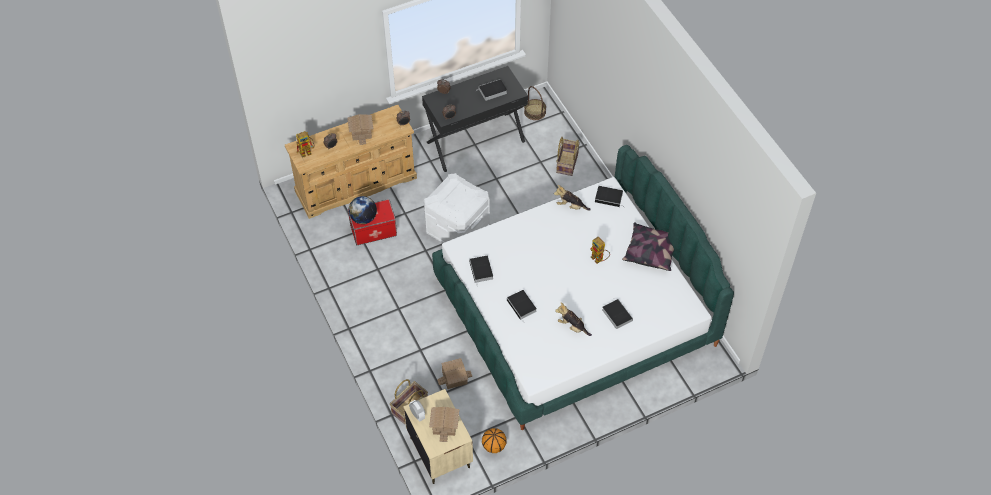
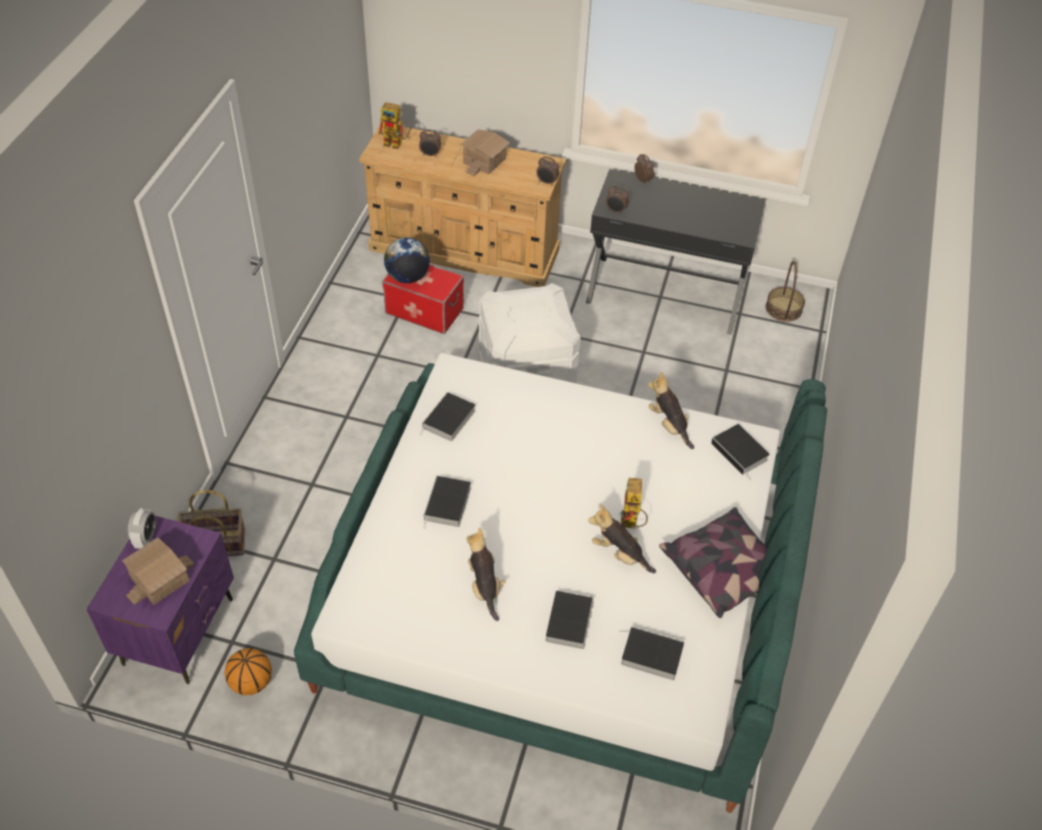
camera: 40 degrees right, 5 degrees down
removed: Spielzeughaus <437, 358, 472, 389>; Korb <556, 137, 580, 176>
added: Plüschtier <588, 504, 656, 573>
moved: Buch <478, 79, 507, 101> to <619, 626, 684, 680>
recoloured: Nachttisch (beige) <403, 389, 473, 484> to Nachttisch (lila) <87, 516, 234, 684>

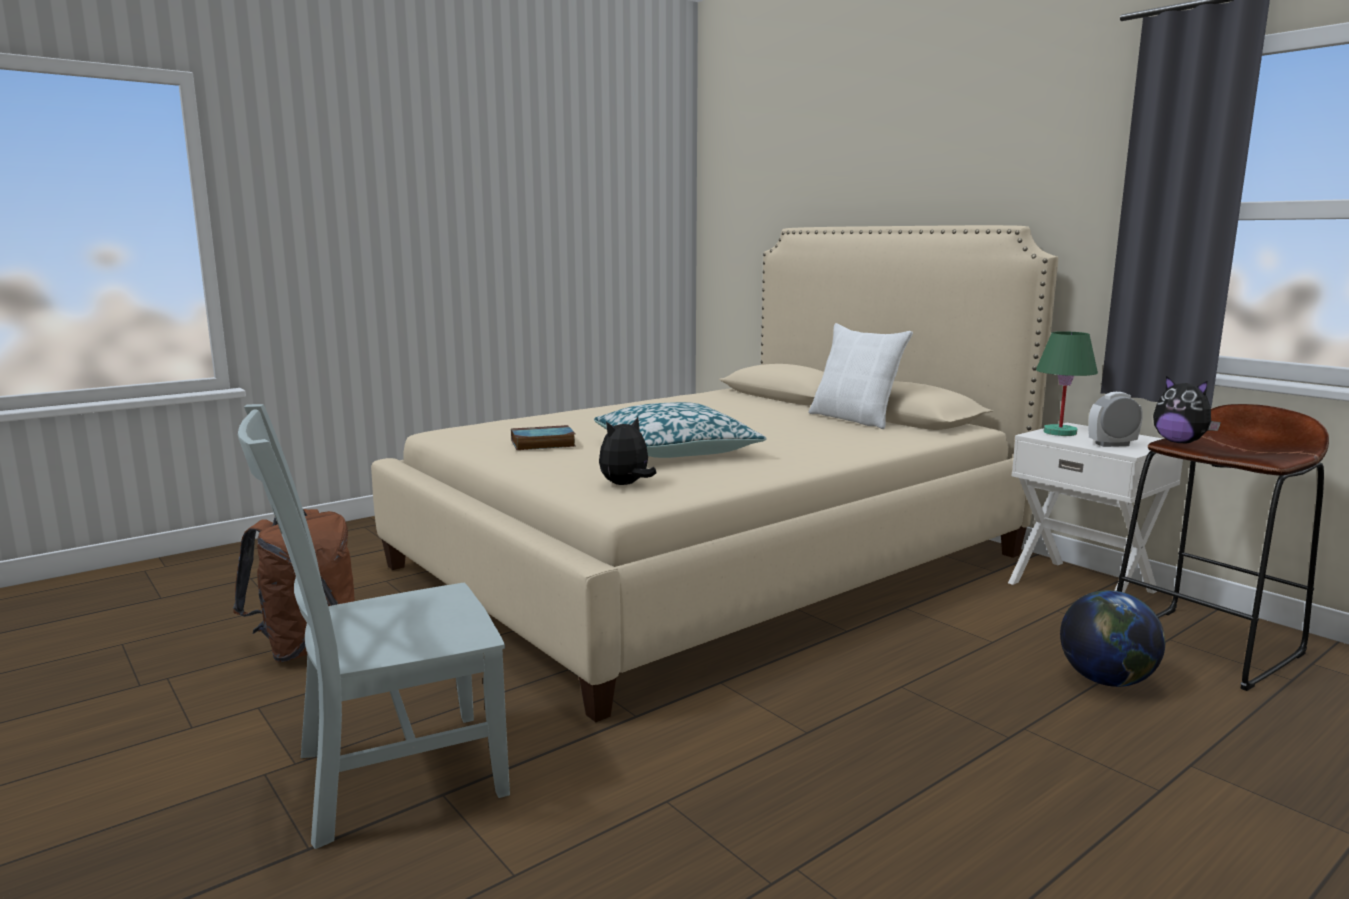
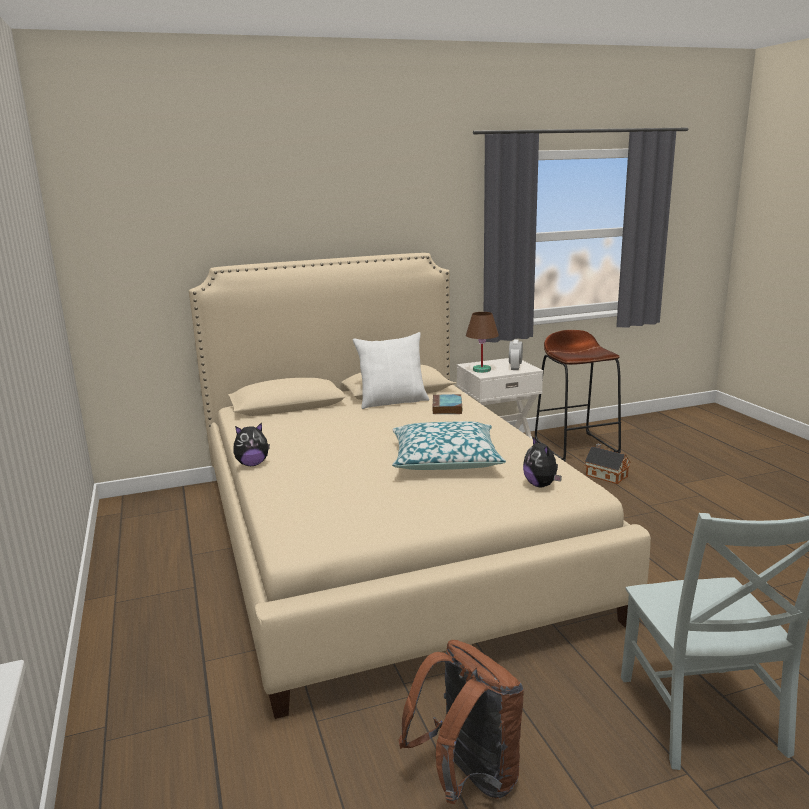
camera: 70 degrees left, 5 degrees up
moved: Buch <511, 425, 576, 450> to <432, 394, 463, 414>; Plüschtier <1153, 376, 1221, 443> to <233, 423, 270, 466>
replaced: Globus <1060, 590, 1165, 687> to Spielzeughaus <584, 444, 631, 484>
recoloured: Tischlampe (grün) <1036, 331, 1098, 436> to Tischlampe (braun) <466, 312, 499, 373>

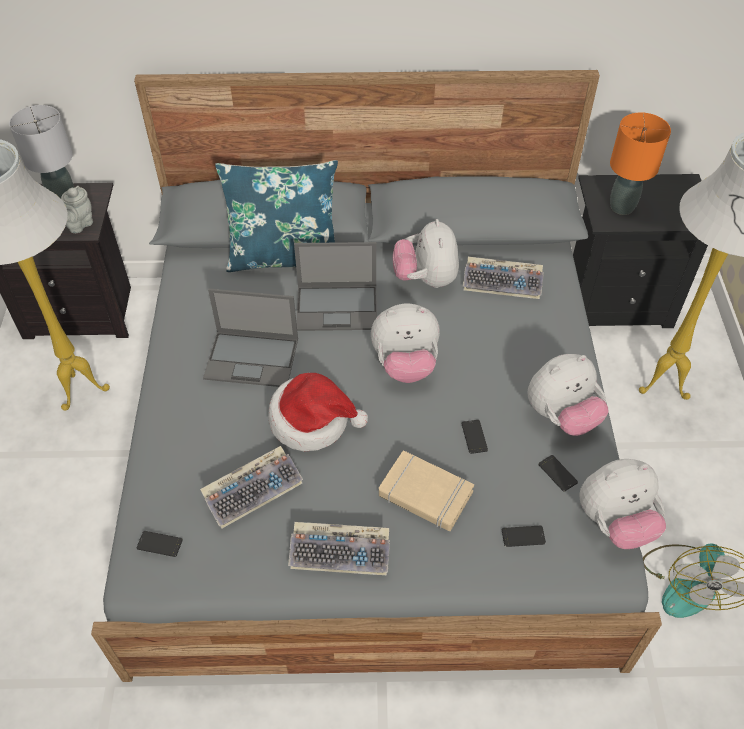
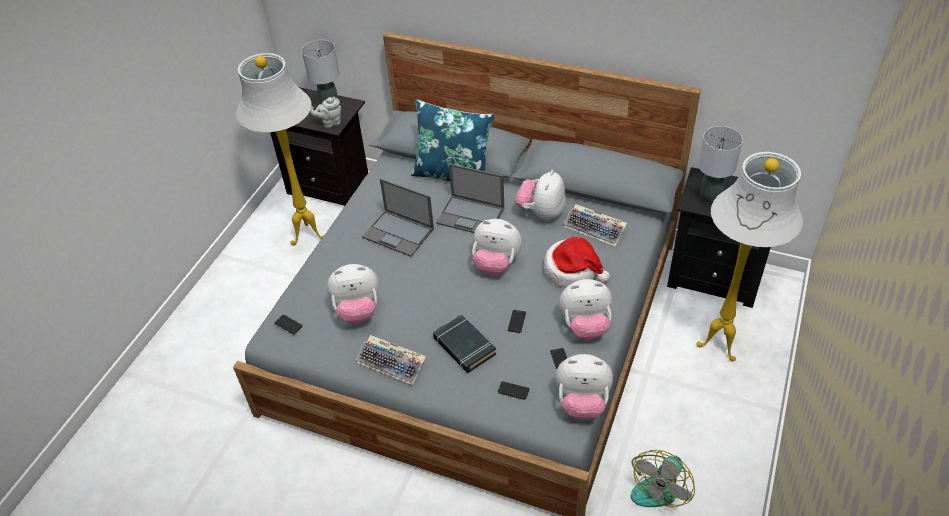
camera: 25 degrees right, 5 degrees down
moved: Hut <268, 373, 368, 451> to <544, 237, 610, 287>
replaced: Tastatur <200, 446, 303, 528> to Plüschtier <327, 264, 379, 323>
recoloured: Buch (beige) <379, 450, 474, 531> to Buch (schwarz) <433, 314, 496, 373>; Tischlampe (orange) <610, 112, 671, 215> to Tischlampe (grau) <698, 126, 743, 203>

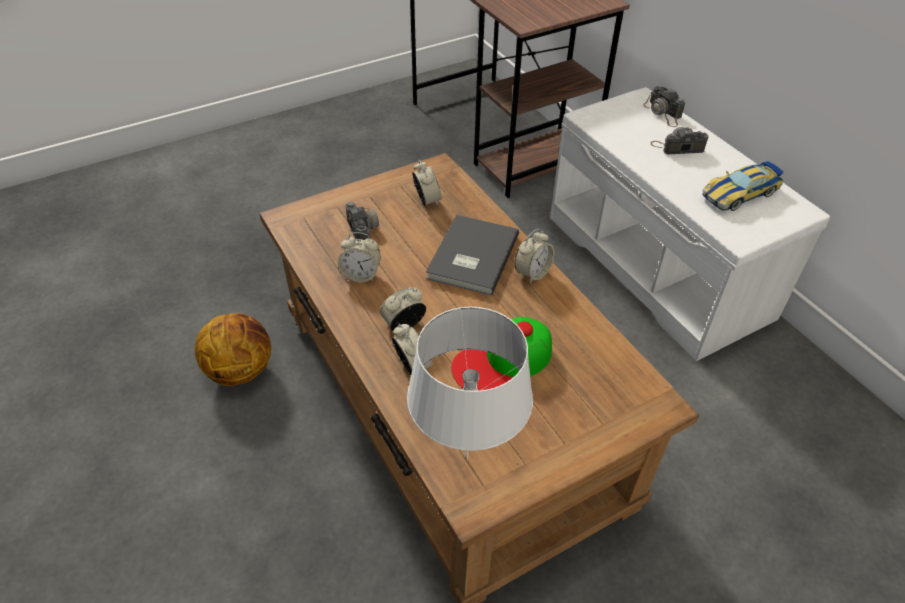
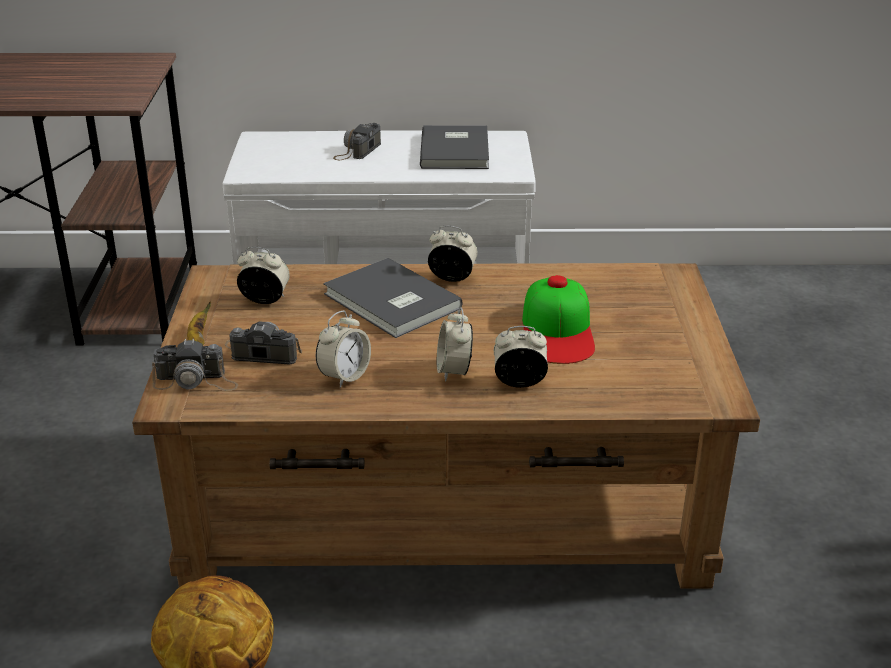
camera: 60 degrees left, 15 degrees down
removed: Tischlampe (weiß) <407, 307, 533, 459>
added: Banane <187, 302, 211, 345>
moved: Kamera <643, 86, 685, 127> to <152, 339, 238, 391>
replaced: Spielzeugauto <702, 161, 784, 211> to Buch (grau) <420, 125, 489, 169>
turned: Wecker <514, 229, 554, 283> = <428, 225, 478, 282> 60 degrees counterclockwise

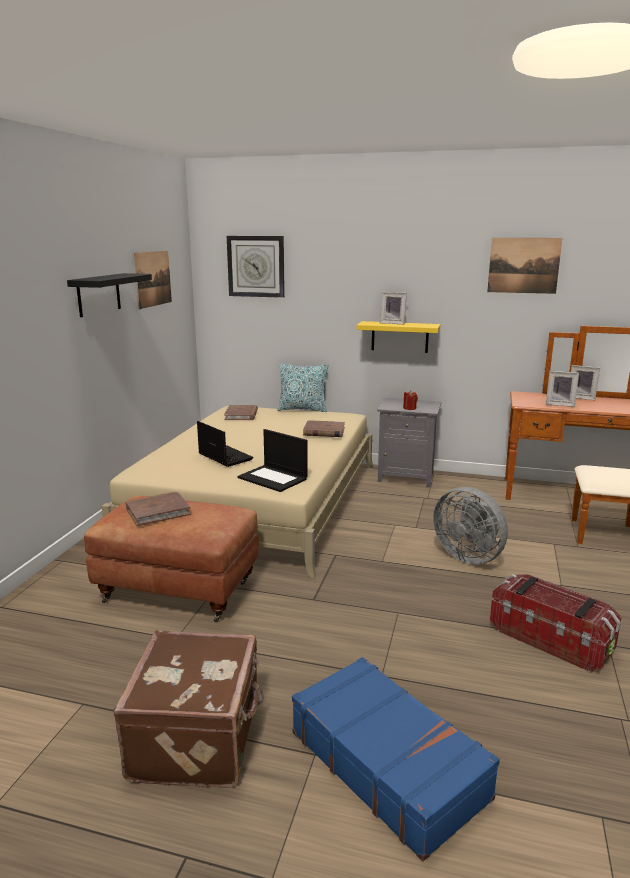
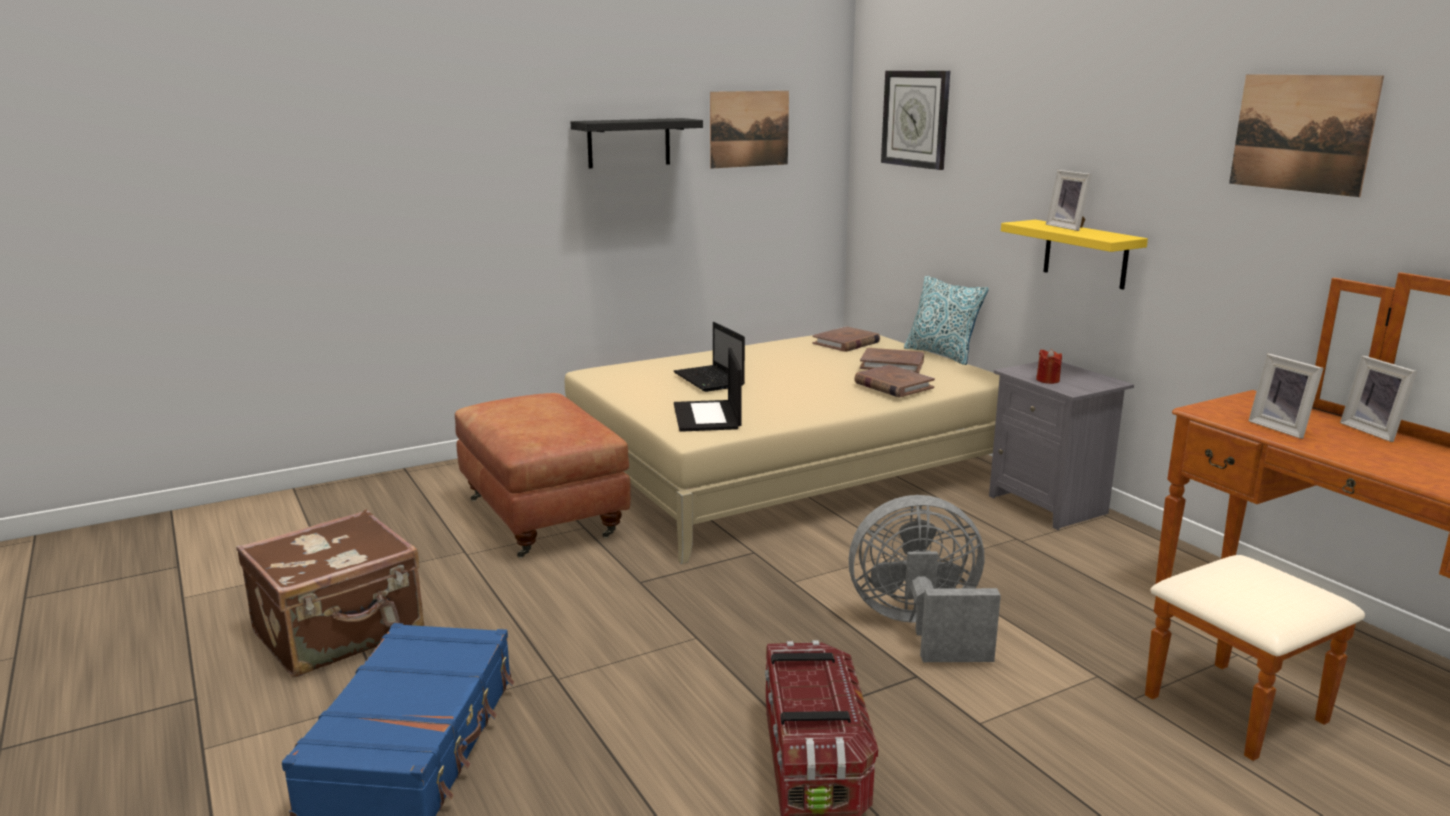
camera: 45 degrees right, 0 degrees up
moved: Buch (braun) <126, 492, 191, 526> to <860, 348, 924, 373>
turned: Laptop <197, 421, 253, 467> = <674, 322, 745, 392> 150 degrees clockwise; Ventilator (grau) <433, 487, 508, 565> = <849, 495, 1001, 662> 90 degrees clockwise

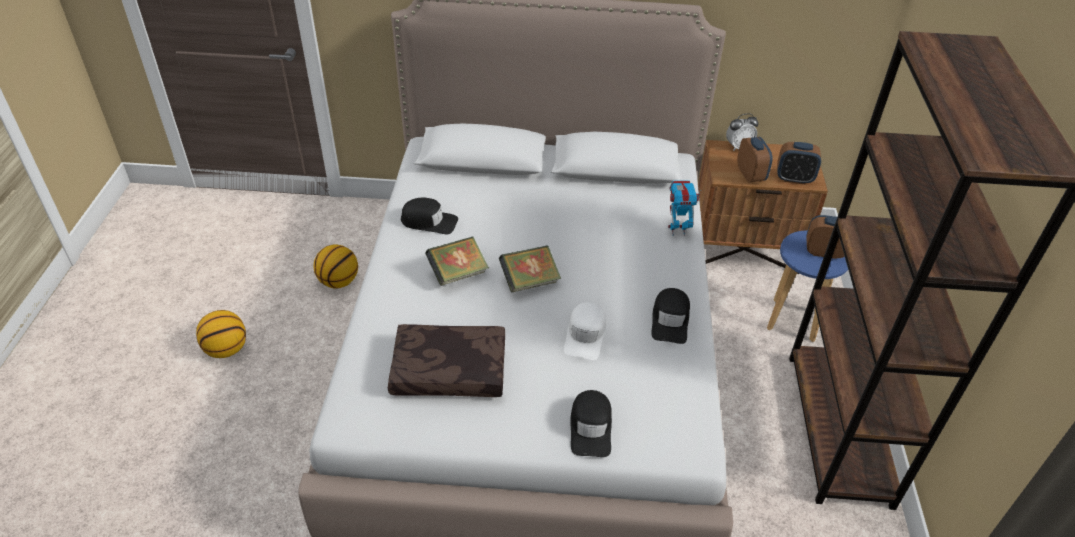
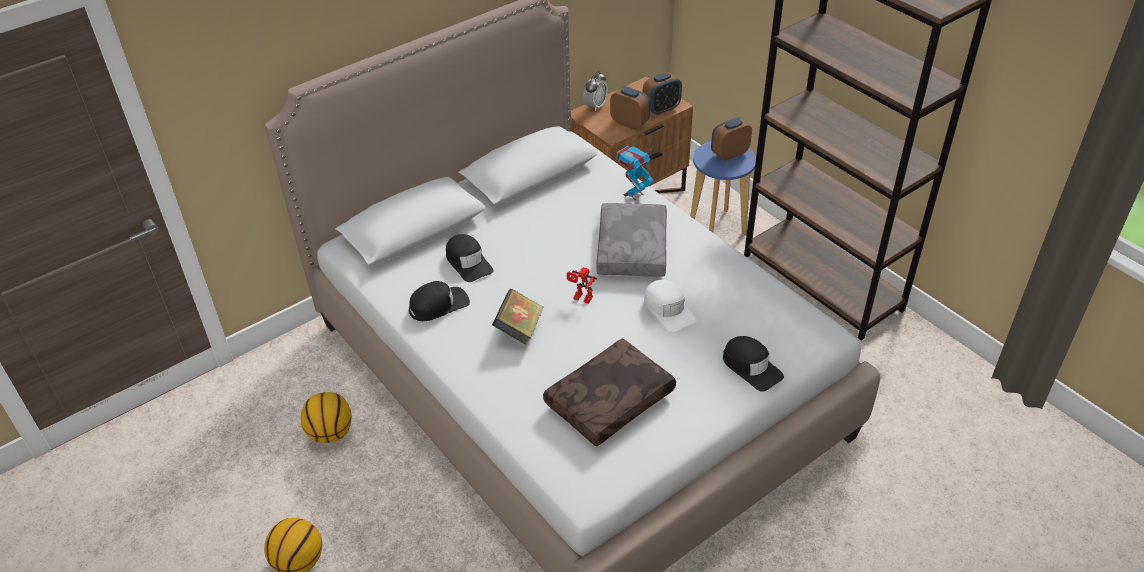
camera: 40 degrees left, 0 degrees up
added: Kissen (grau) <596, 203, 667, 277>
moved: Kappe (schwarz) <651, 288, 690, 344> to <446, 234, 493, 282>
replaced: Buch <499, 245, 561, 293> to Spielzeugroboter <567, 267, 597, 304>

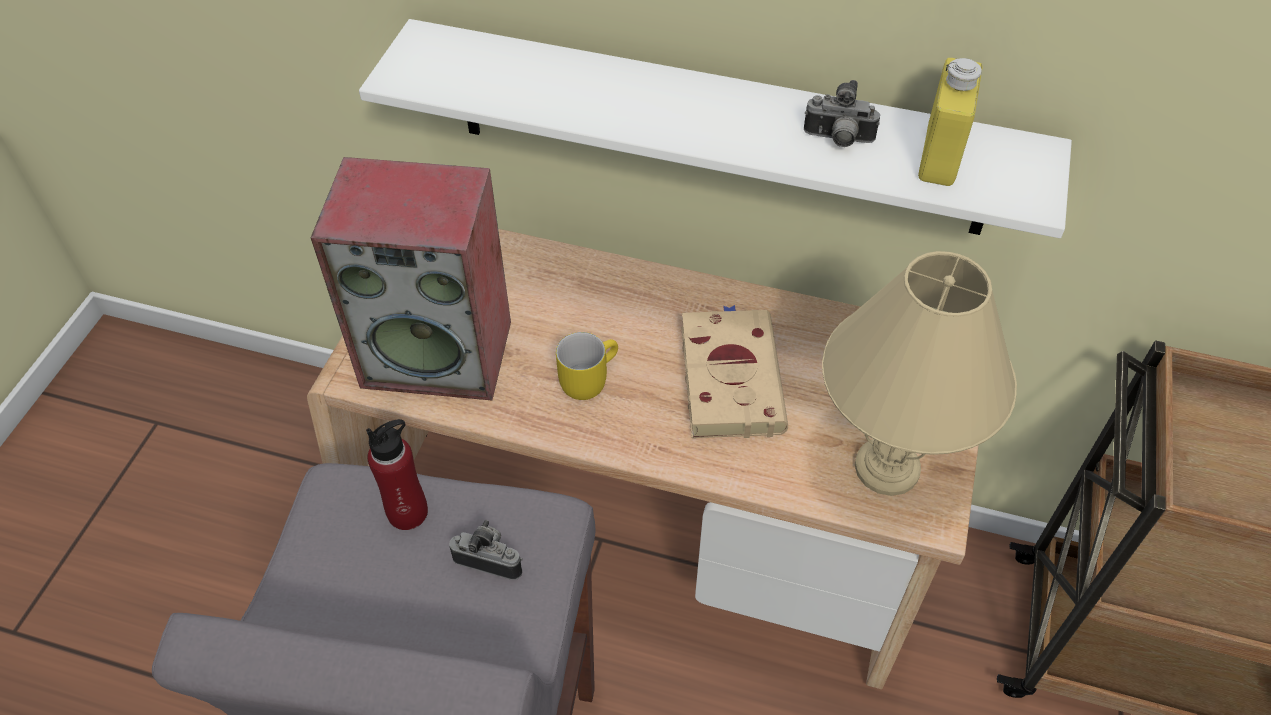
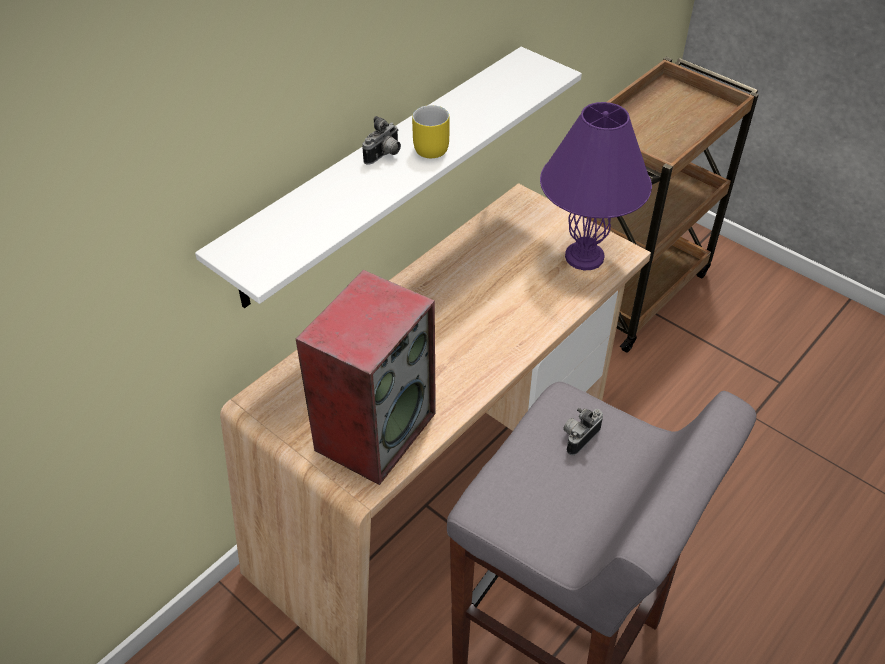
camera: 65 degrees left, 5 degrees down
removed: Flasche (rot) <366, 419, 428, 530>; Buch (beige) <681, 305, 788, 438>; Flasche (gelb) <918, 58, 983, 186>
moved: Henkelbecher (gelb) <556, 332, 618, 400> to <412, 105, 449, 158>; Kamera <804, 80, 880, 147> to <362, 116, 401, 164>
recoloured: Tischlampe (beige) <822, 251, 1017, 496> to Tischlampe (lila) <540, 102, 652, 270>

